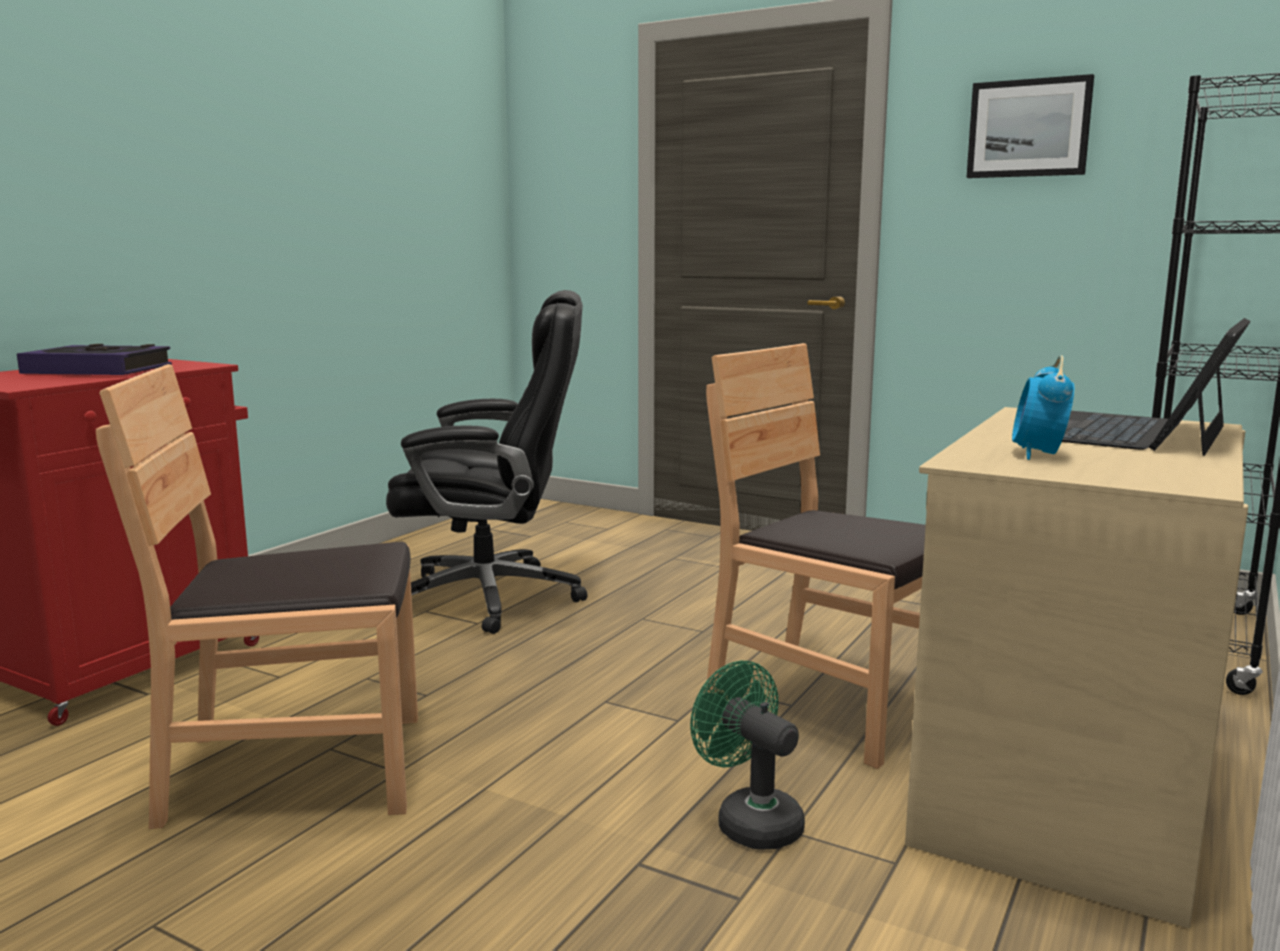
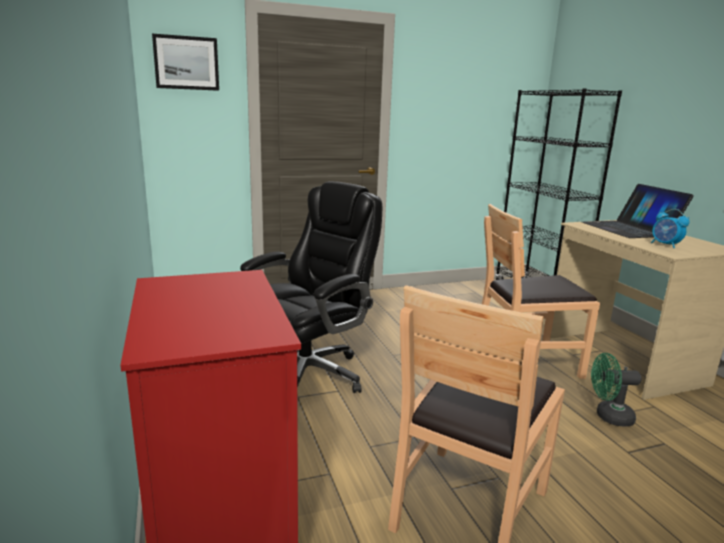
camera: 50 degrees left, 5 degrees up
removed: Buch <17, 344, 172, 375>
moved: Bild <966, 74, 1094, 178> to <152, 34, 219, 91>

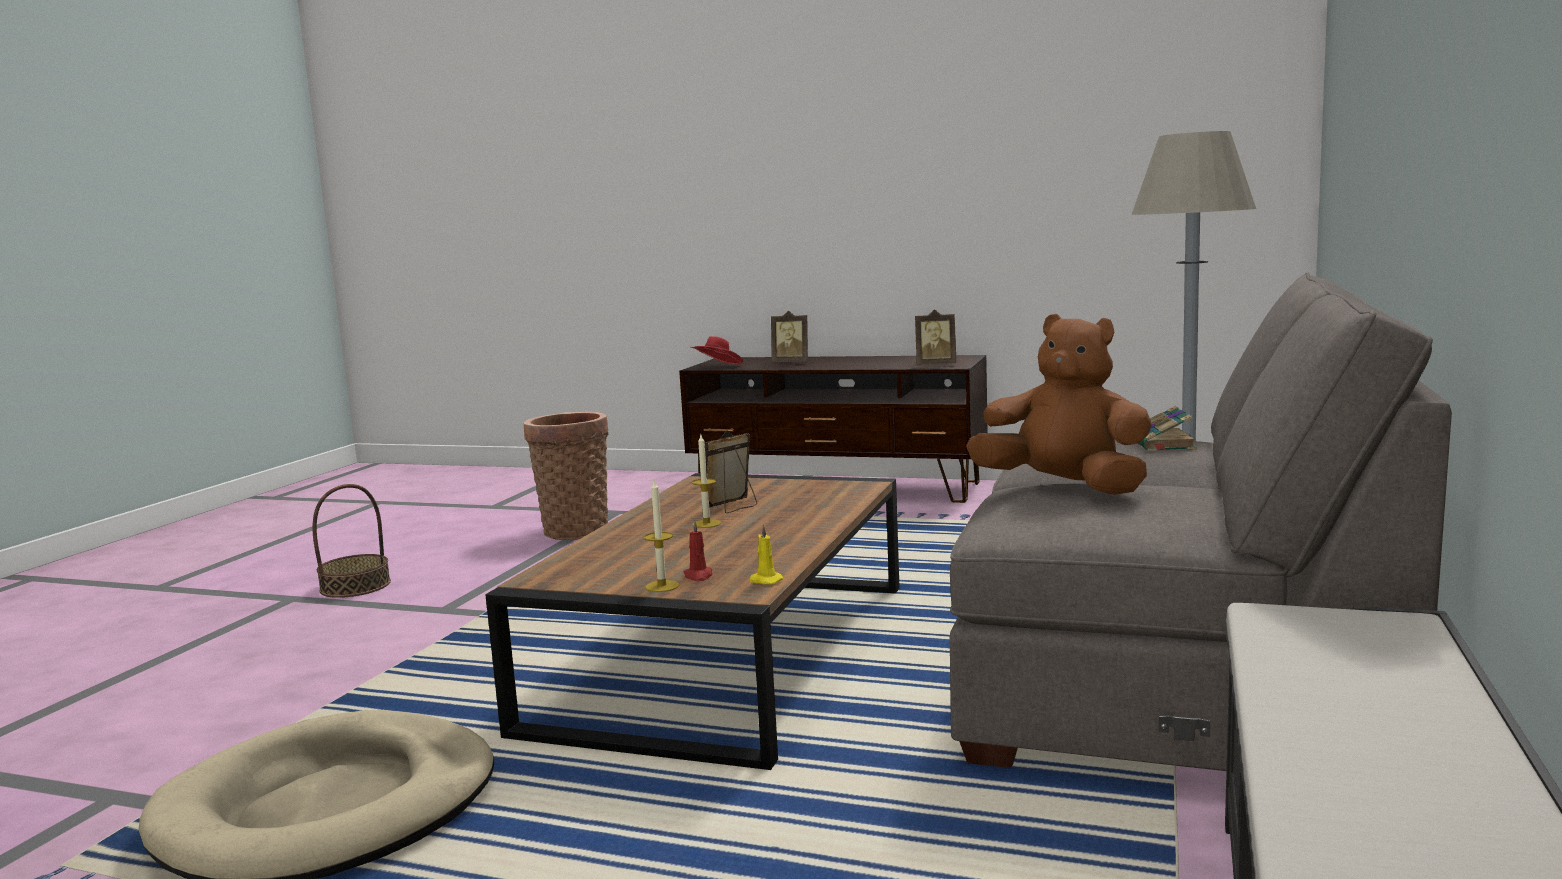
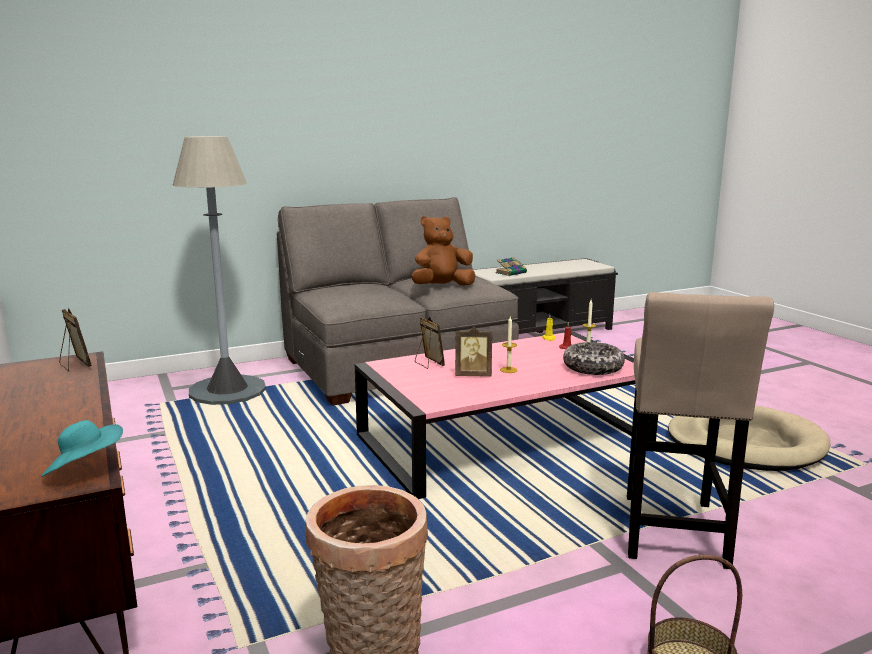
camera: 135 degrees left, 5 degrees up
added: Schüssel <563, 342, 625, 375>; Hocker (beige) <627, 292, 774, 569>
moved: Bilderrahmen <771, 311, 808, 362> to <415, 317, 445, 369>; Buch <1138, 406, 1197, 451> to <495, 257, 527, 276>
recoloured: Couchtisch (braun) <485, 473, 900, 770> to Couchtisch (rosa) <355, 332, 658, 499>; Hut (rot) <691, 336, 743, 364> to Hut (türkis) <41, 420, 123, 477>
turned: Plüschtier (braun) <966, 314, 1152, 495> = <412, 216, 475, 286> 75 degrees clockwise

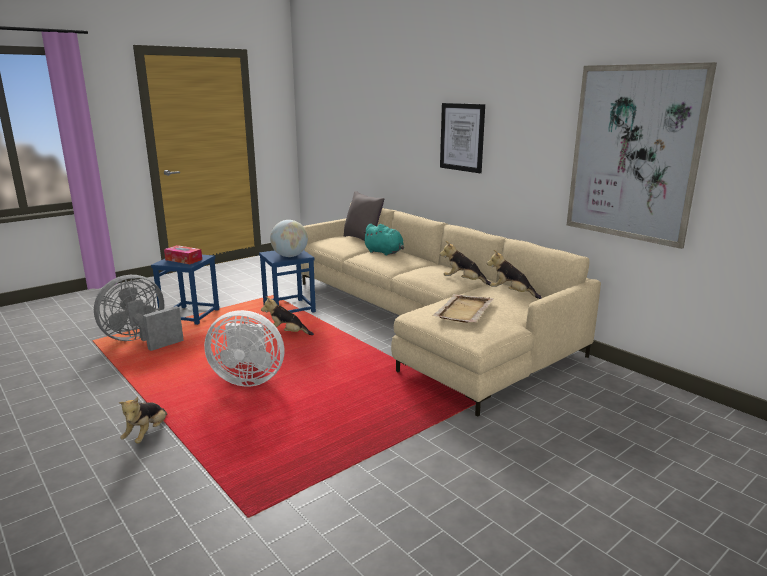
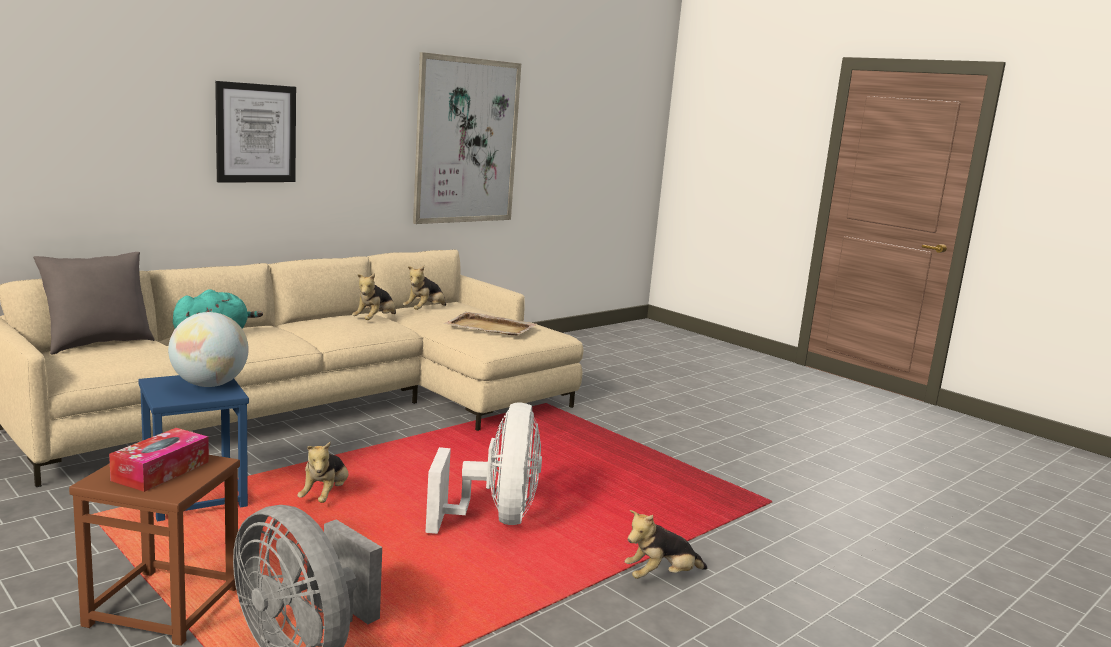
camera: 95 degrees left, 5 degrees down
recoloured: Hocker (blau) <151, 255, 219, 325> to Hocker (braun) <69, 455, 240, 646>
turned: Plüschtier <119, 397, 167, 444> = <625, 510, 708, 579> 150 degrees clockwise

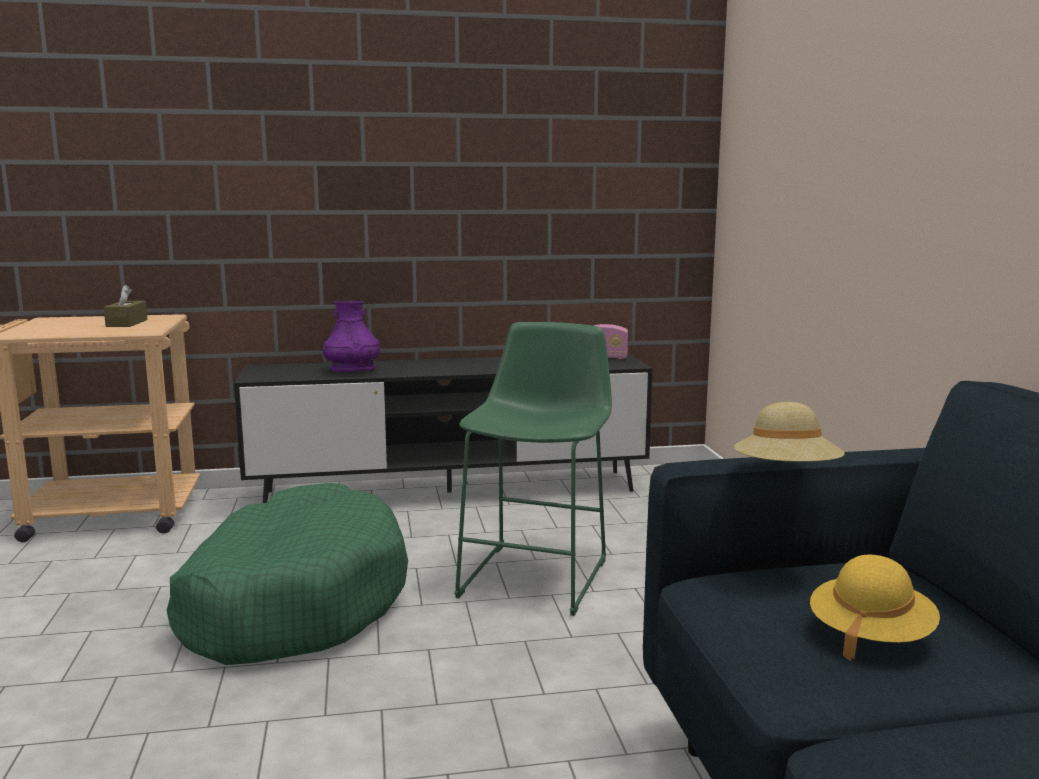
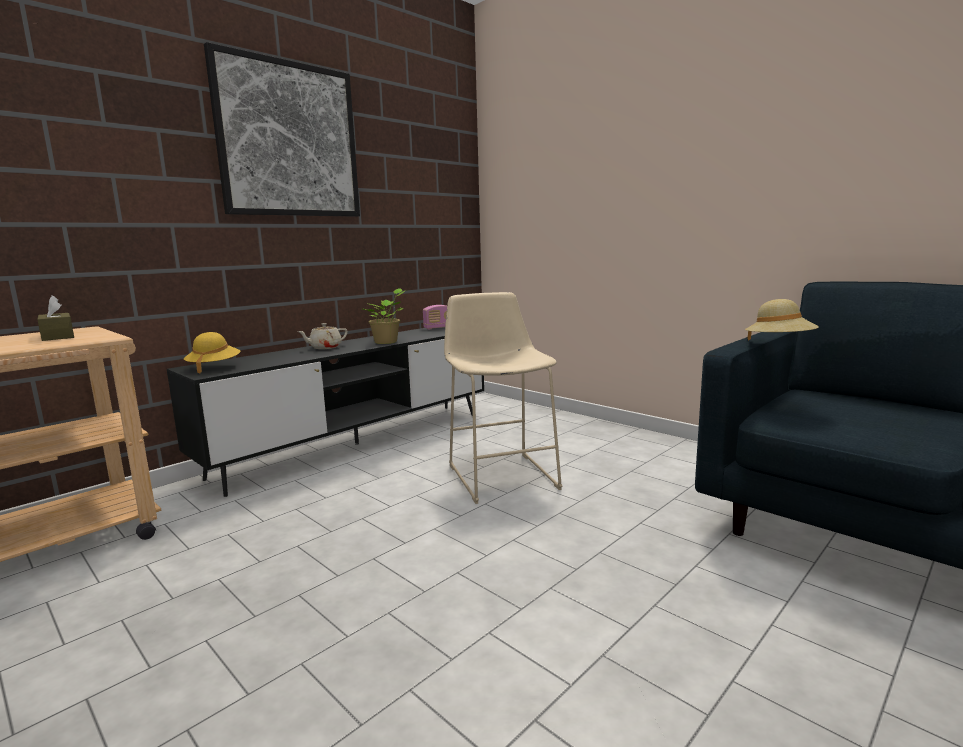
camera: 35 degrees left, 0 degrees up
removed: Hundebett (grün) <167, 483, 408, 665>; Vase (lila) <323, 301, 380, 372>
added: Bild <204, 42, 360, 217>; Teekanne (beige) <297, 323, 348, 349>; Topfpflanze <362, 288, 407, 344>
moved: Hut (gelb) <810, 555, 940, 661> to <184, 332, 240, 374>
recoloured: Hocker (grün) <454, 322, 612, 616> to Hocker (beige) <444, 292, 562, 504>

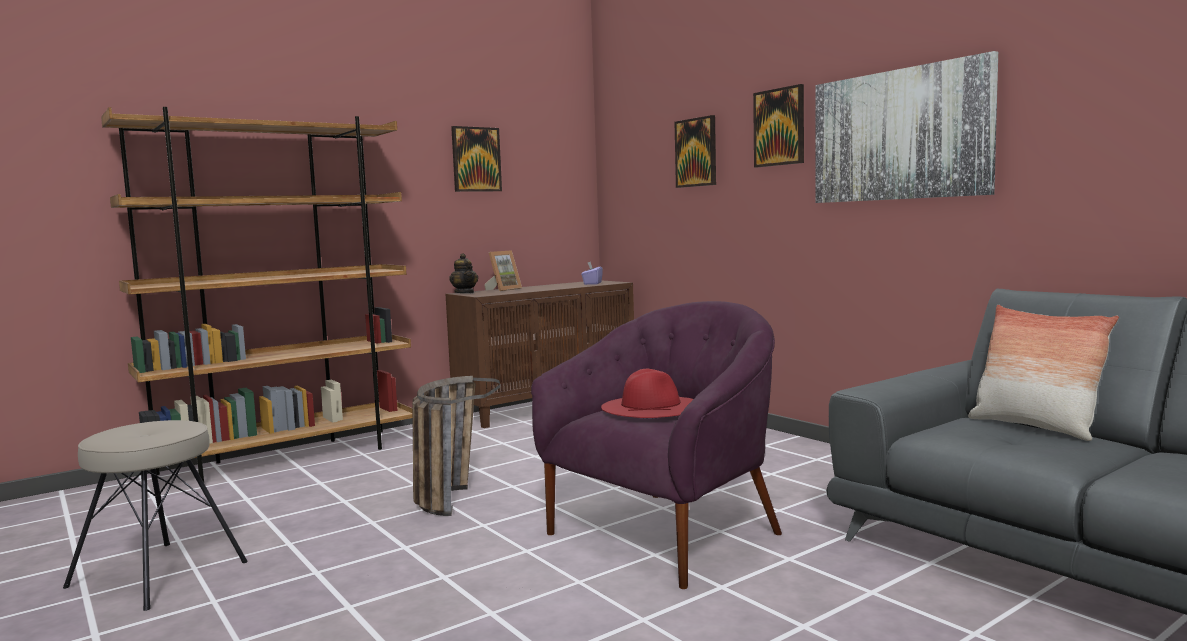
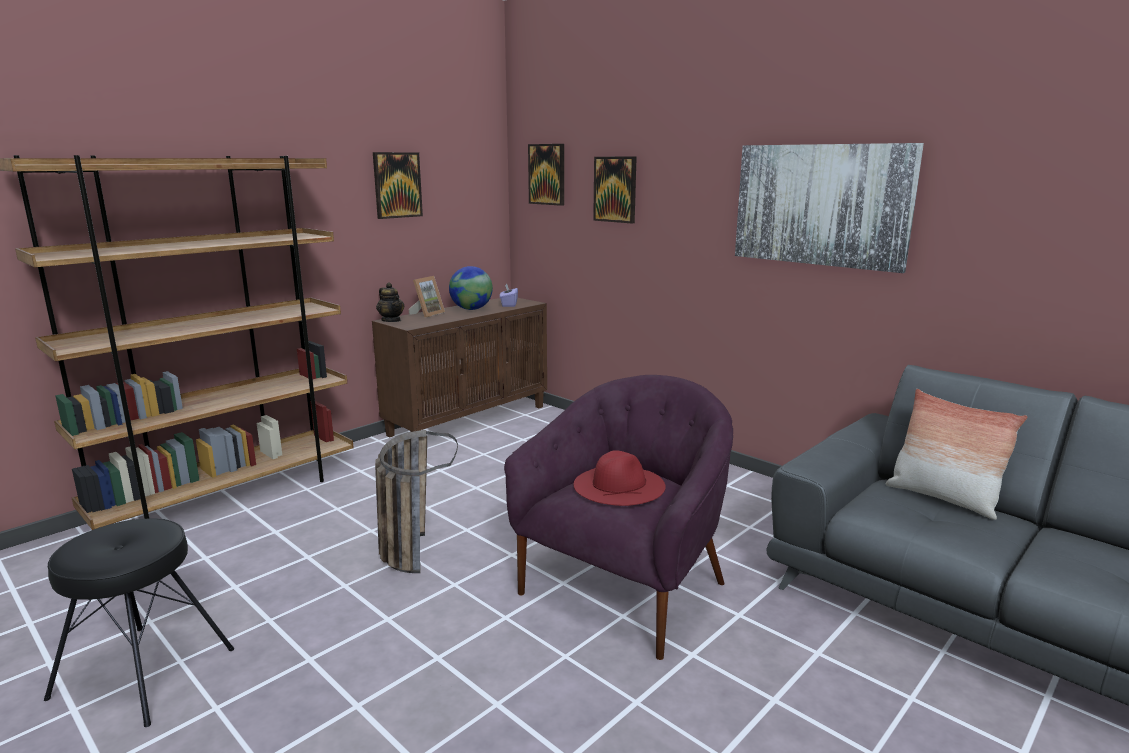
camera: 10 degrees left, 10 degrees up
added: Globus <449, 266, 493, 310>
moved: Bild <753, 84, 804, 167> to <528, 144, 564, 206>
recoloured: Hocker (beige) <63, 420, 248, 611> to Hocker (schwarz) <44, 519, 234, 727>

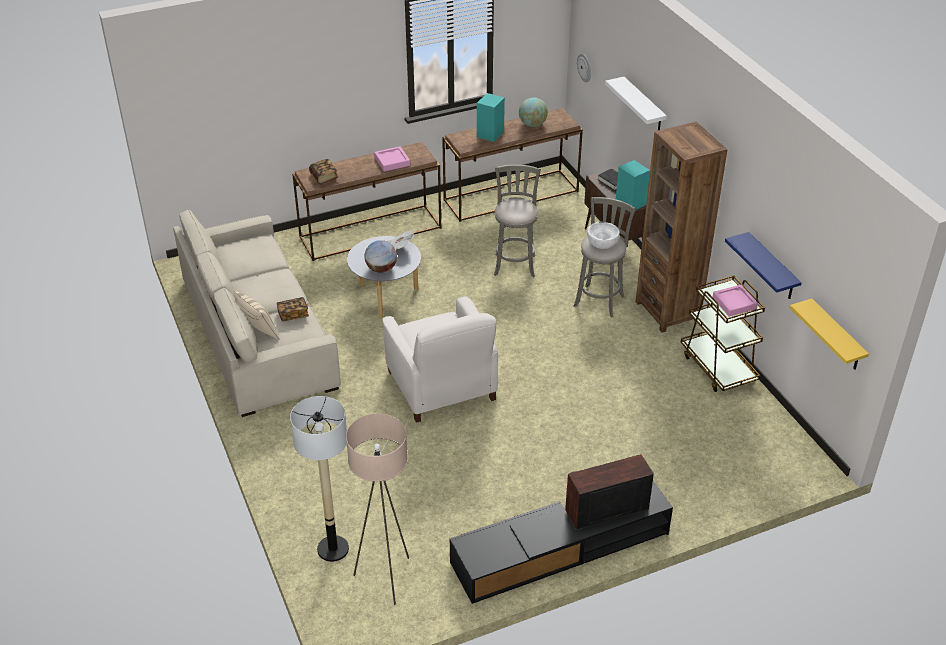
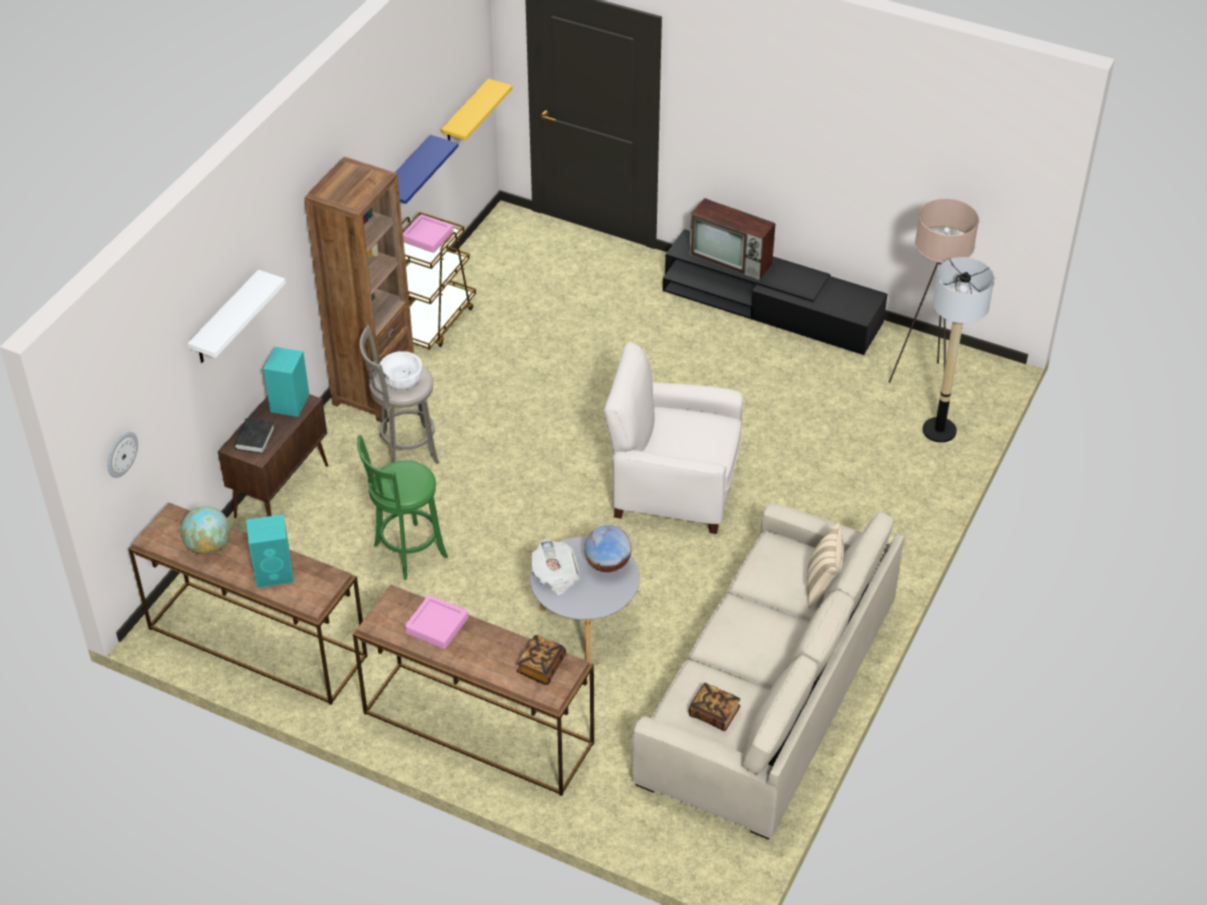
camera: 130 degrees left, 5 degrees up
moved: Buch <276, 297, 309, 321> to <689, 683, 740, 731>
recoloured: Hocker (grau) <494, 165, 541, 277> to Hocker (grün) <357, 435, 448, 580>
turned: Sessel (weiß) <383, 296, 498, 423> = <604, 342, 743, 534> 105 degrees counterclockwise

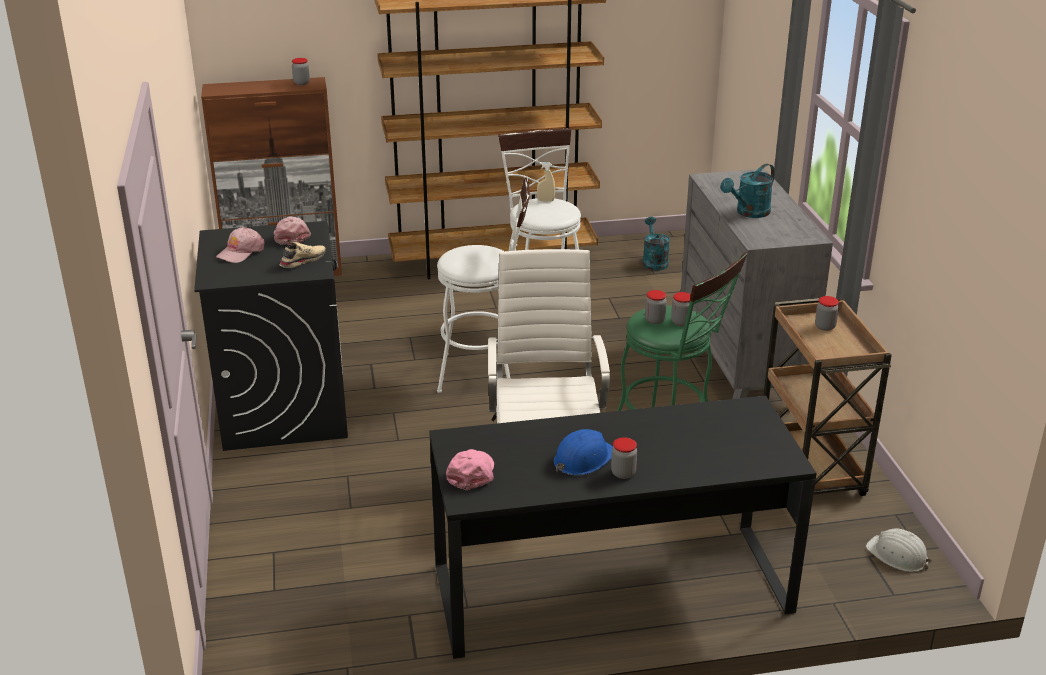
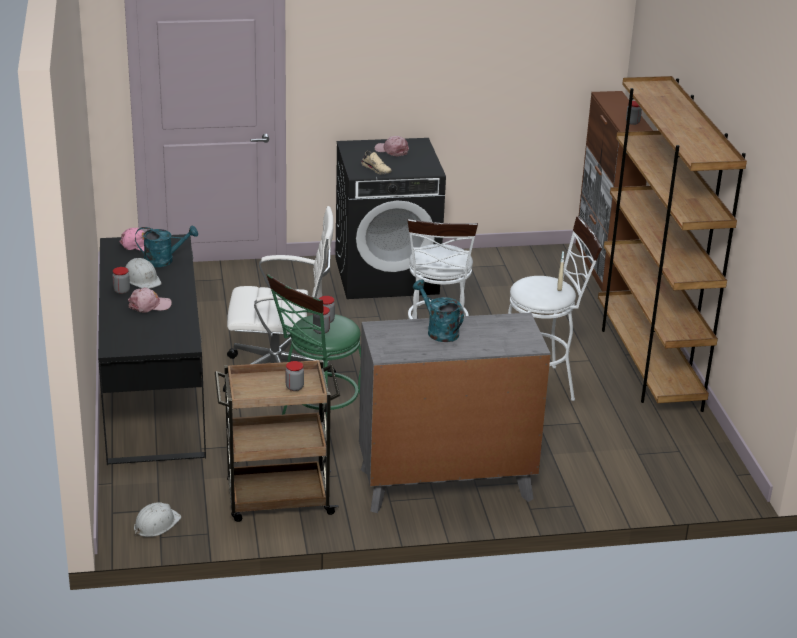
camera: 90 degrees right, 0 degrees up
moved: Kappe (rosa) <274, 217, 311, 245> to <128, 288, 172, 313>; Gießkanne (türkis) <642, 217, 670, 271> to <135, 225, 198, 267>
recoloured: Schutzhelm (blau) <554, 429, 613, 475> to Schutzhelm (weiß) <125, 258, 162, 289>

